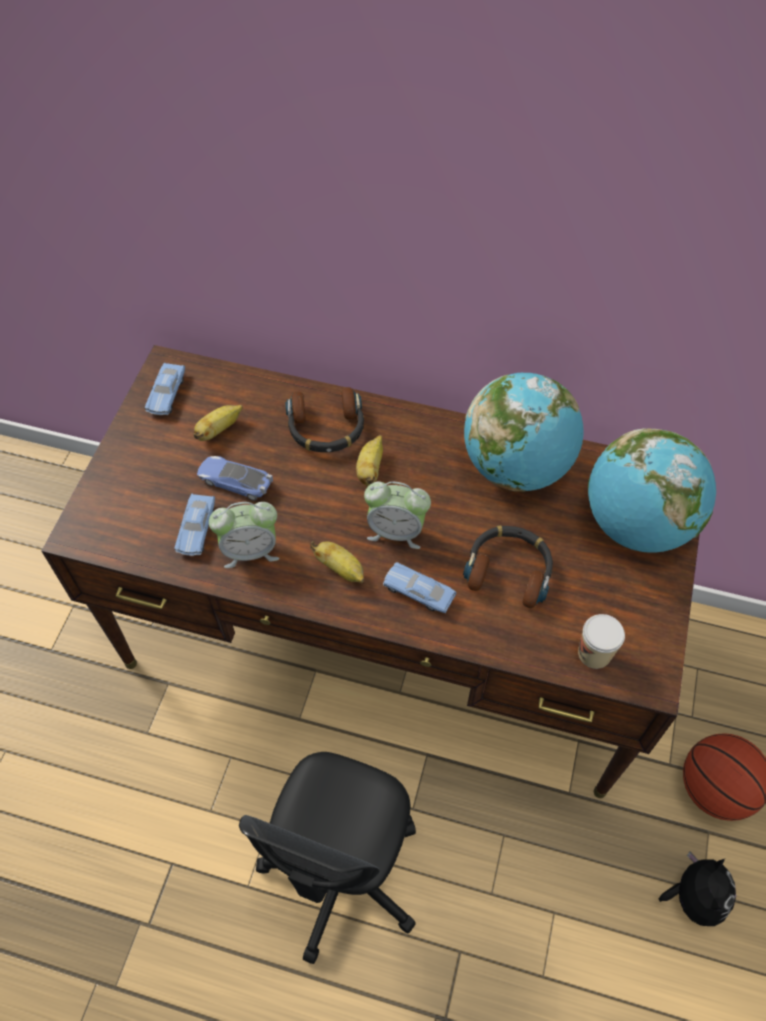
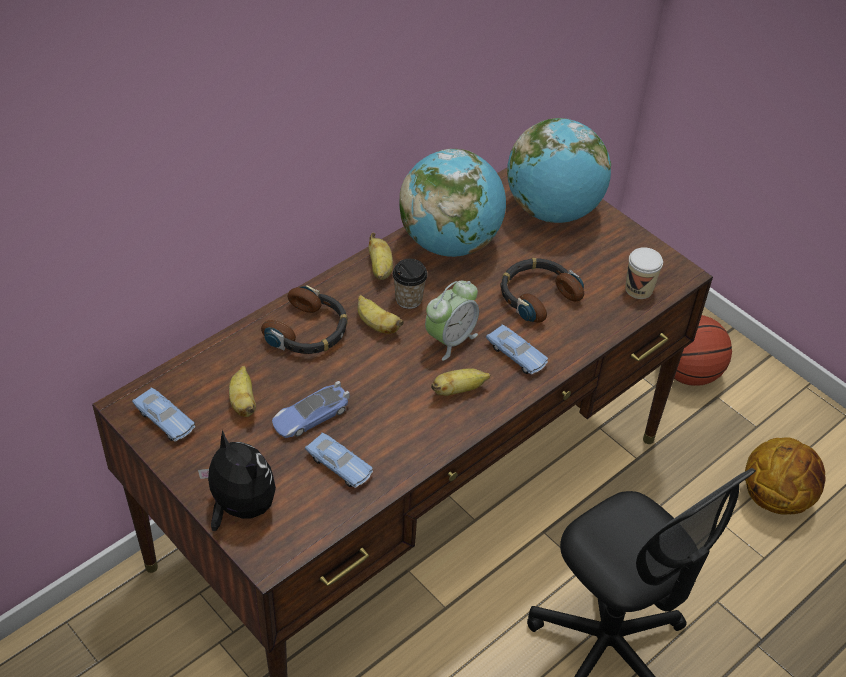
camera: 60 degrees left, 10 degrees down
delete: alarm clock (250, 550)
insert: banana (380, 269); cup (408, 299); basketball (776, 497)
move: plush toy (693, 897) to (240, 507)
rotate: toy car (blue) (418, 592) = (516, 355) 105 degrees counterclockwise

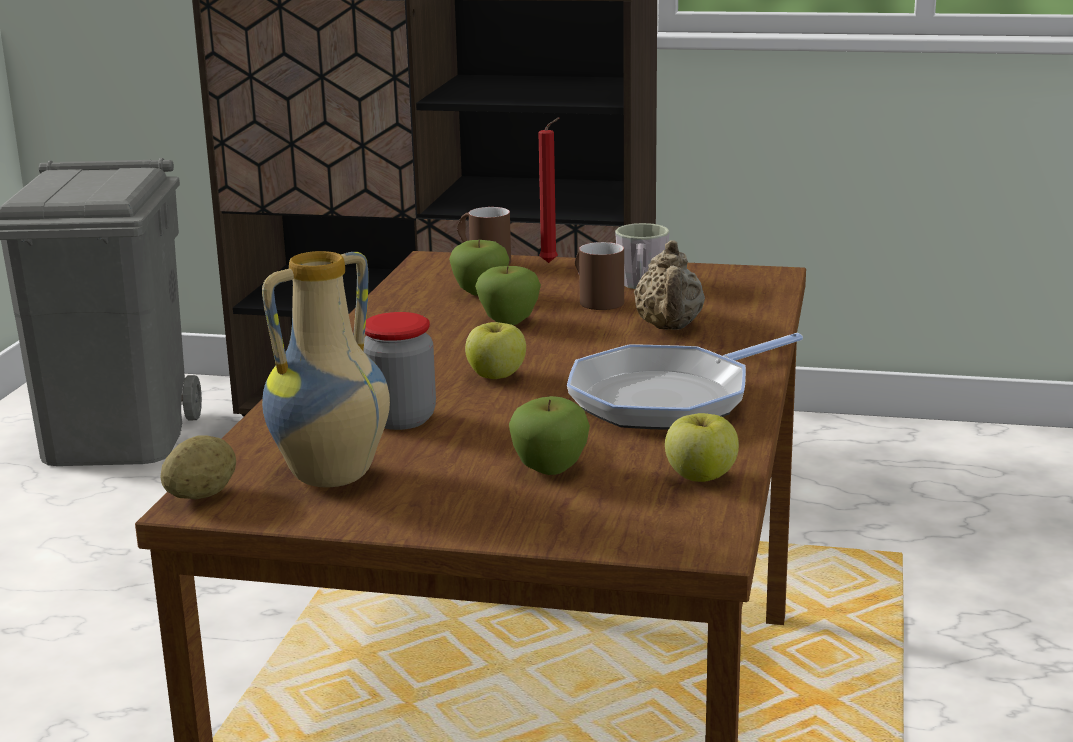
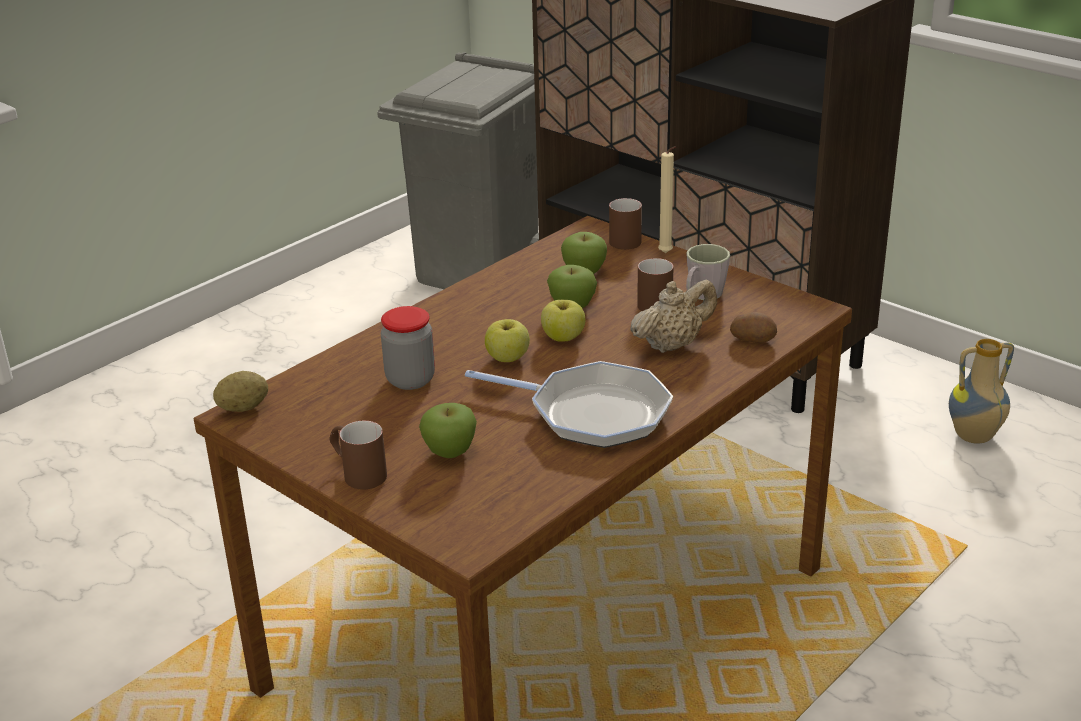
camera: 30 degrees right, 10 degrees up
insert: mug (brown) (358, 473); potato (753, 339)
move: apple (700, 476) to (563, 337); vase (333, 478) to (974, 437)
recolor: candle (red) (551, 263) to candle (beige) (666, 254)
rotate: frying pan (667, 398) = (592, 413) 150 degrees counterclockwise; teapot (beige) (669, 328) = (672, 345) 150 degrees counterclockwise

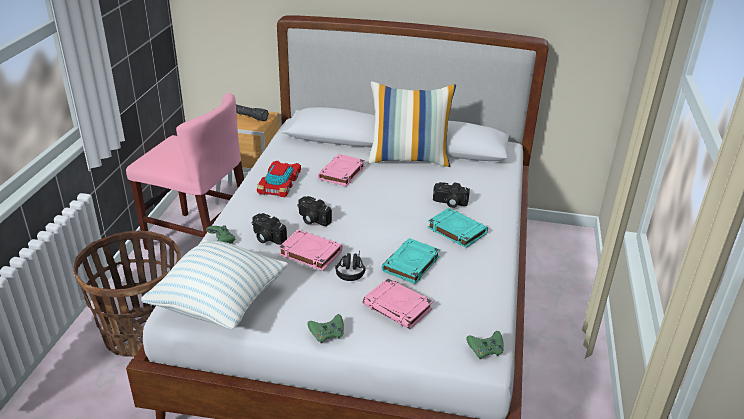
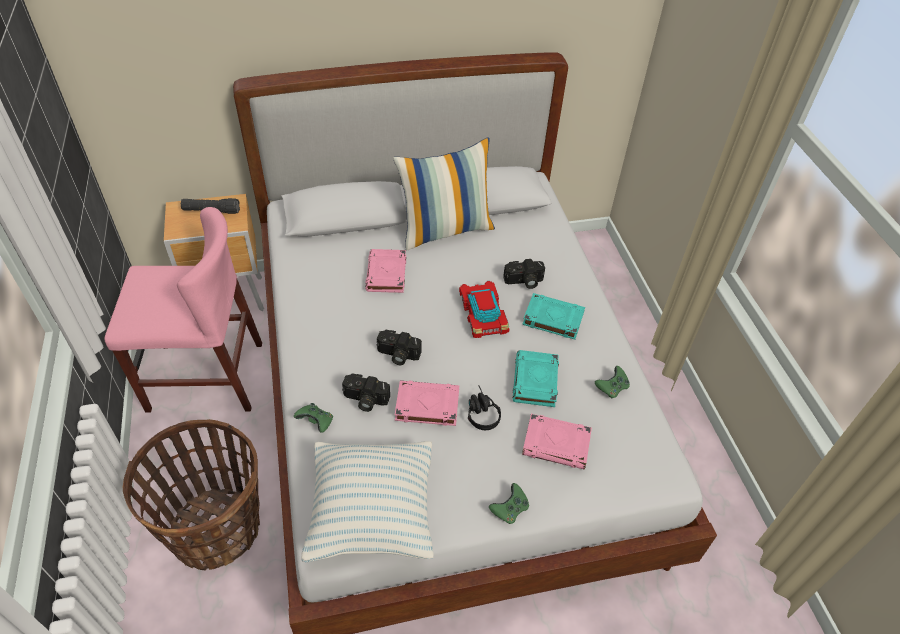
camera: 25 degrees left, 15 degrees up
move: toy car (280, 183) to (483, 313); game controller (green) (485, 351) to (611, 388)

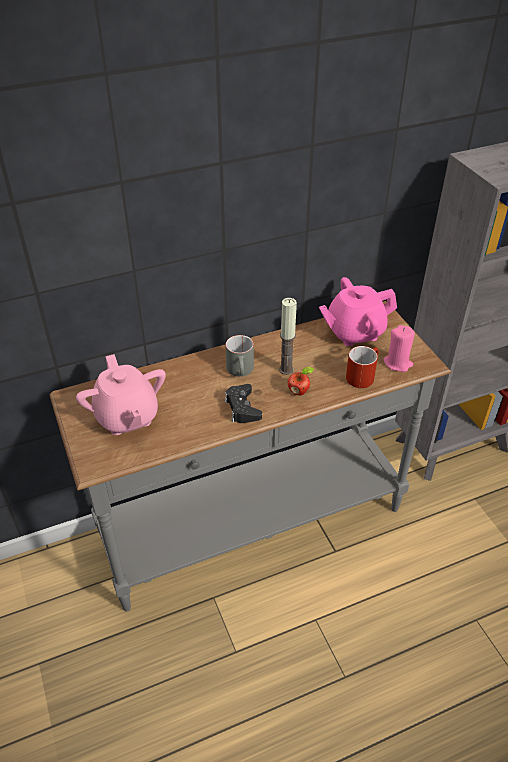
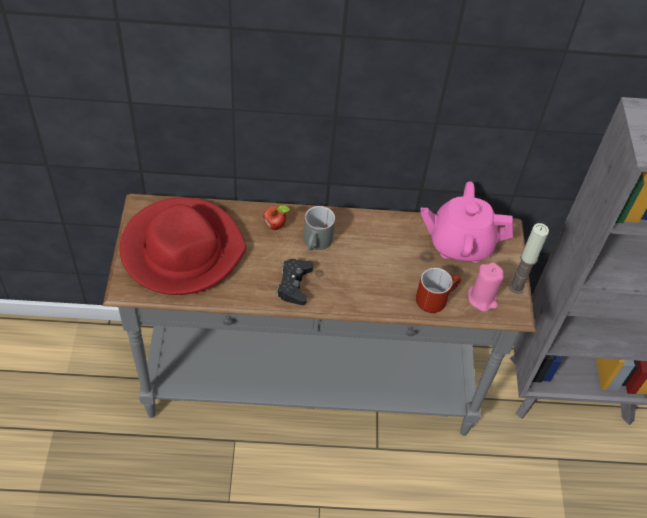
camera: 20 degrees right, 10 degrees up
move: apple (299, 391) to (276, 225); candle (286, 369) to (516, 287)
replace: teapot (pink) (127, 417) to hat (red) (182, 249)

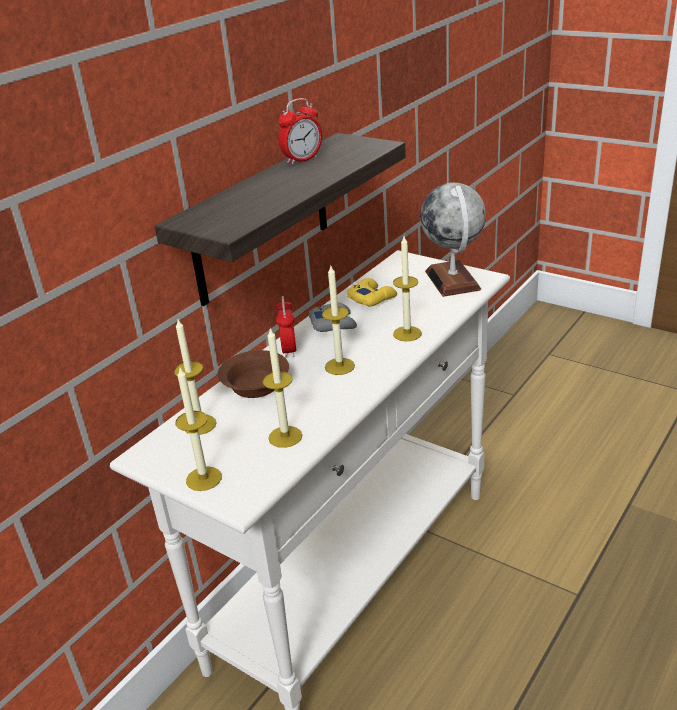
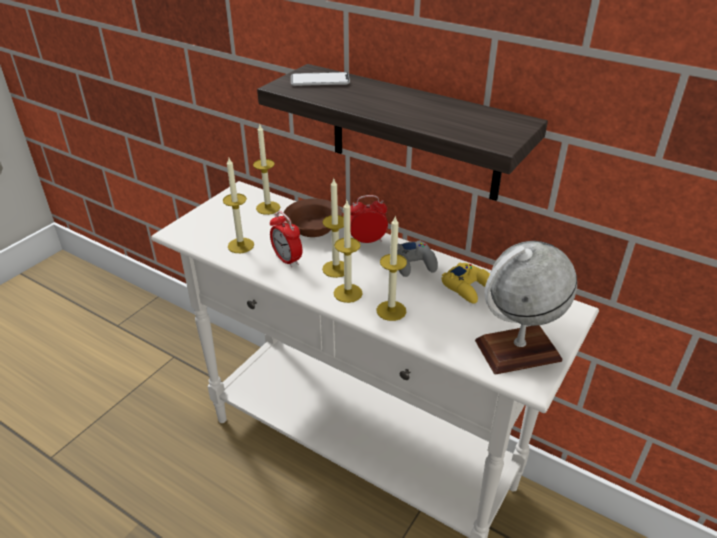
camera: 85 degrees right, 5 degrees up
insert: phone (320, 80)
move: alarm clock (302, 160) to (287, 260); candle (204, 478) to (348, 293)

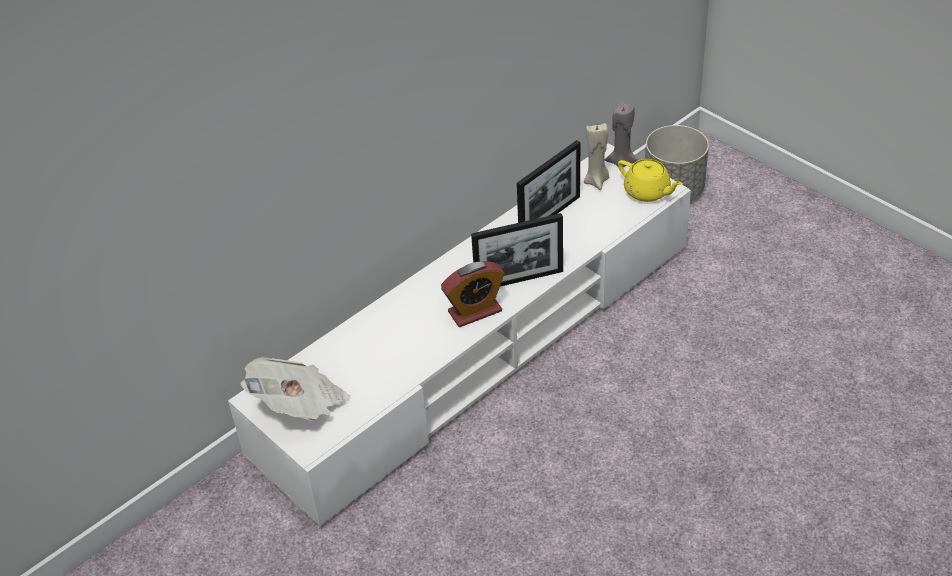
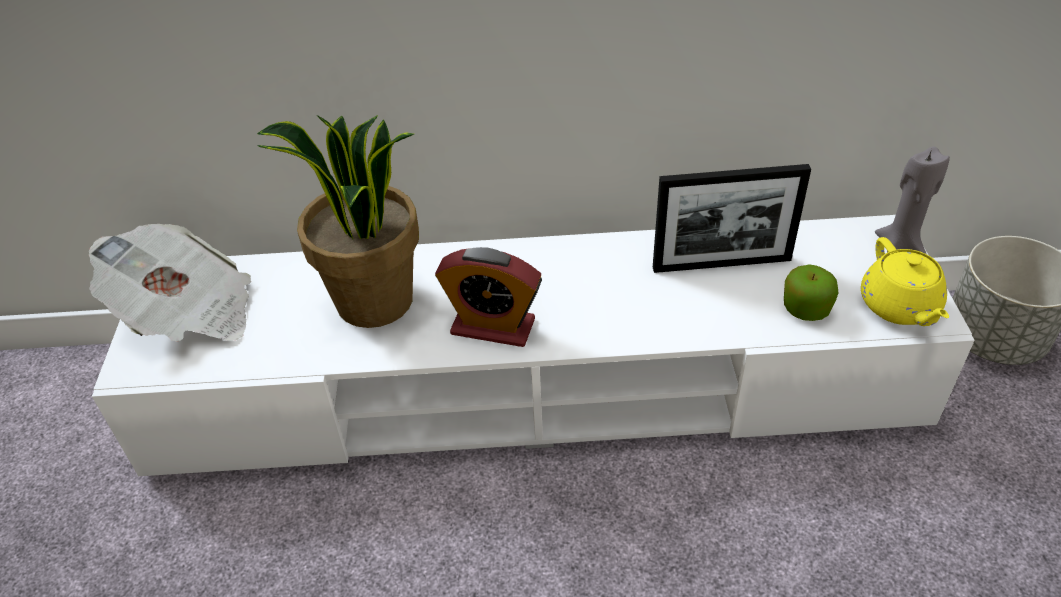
camera: 40 degrees right, 0 degrees up
delete: picture frame (519, 280); candle (beige) (597, 181)
insert: potted plant (374, 302); apple (805, 308)

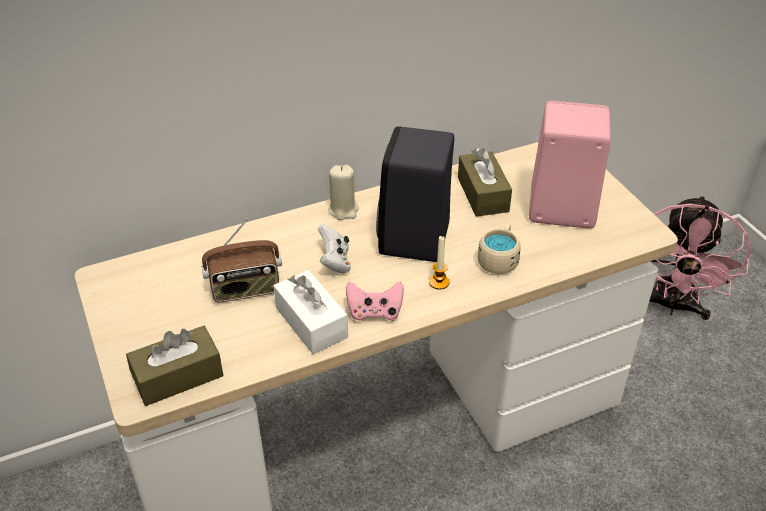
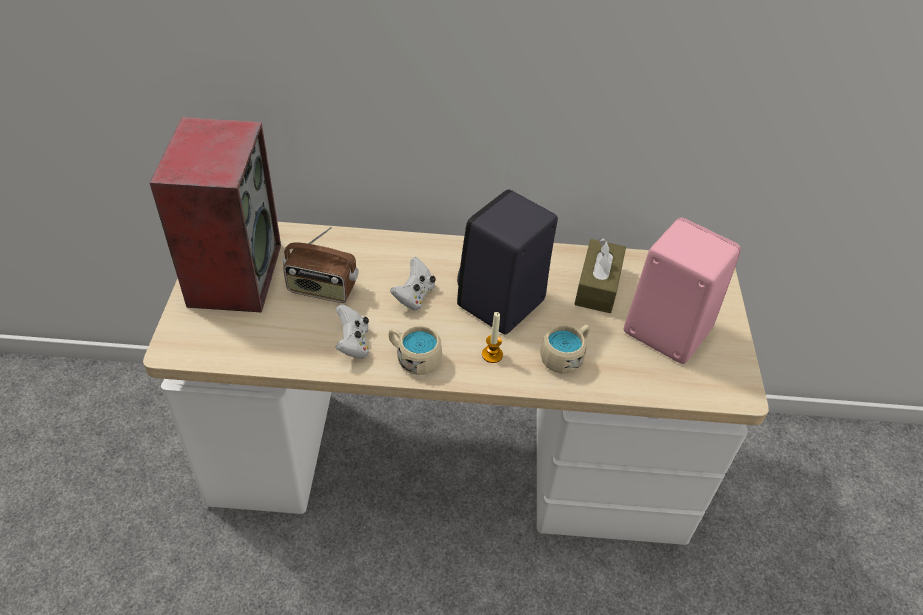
camera: 25 degrees right, 5 degrees up
delete: tissue box (brown) (178, 376); candle (beige) (343, 210); fan (pink) (672, 306)
insert: speaker (234, 273)
replace: tissue box (white) (311, 323) to game controller (white) (353, 343); game controller (pink) (374, 312) to mug (beige) (413, 358)

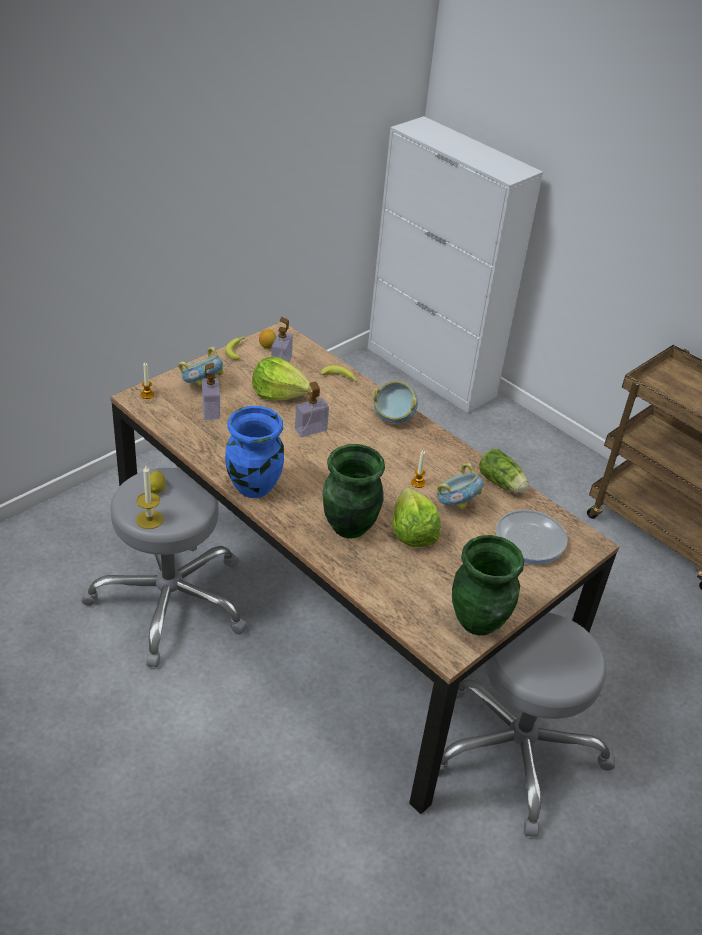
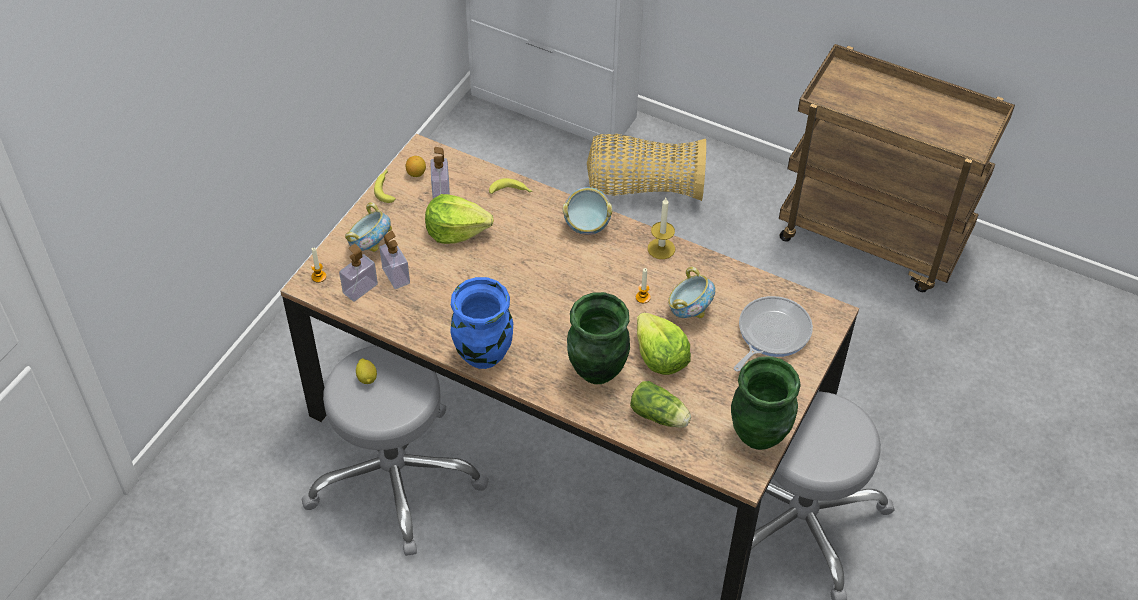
camera: 15 degrees left, 10 degrees up
insert: basket (644, 188)
move: soap dispenser (311, 429) to (360, 289); lettuce (502, 484) to (660, 416); candle (149, 519) to (661, 248)

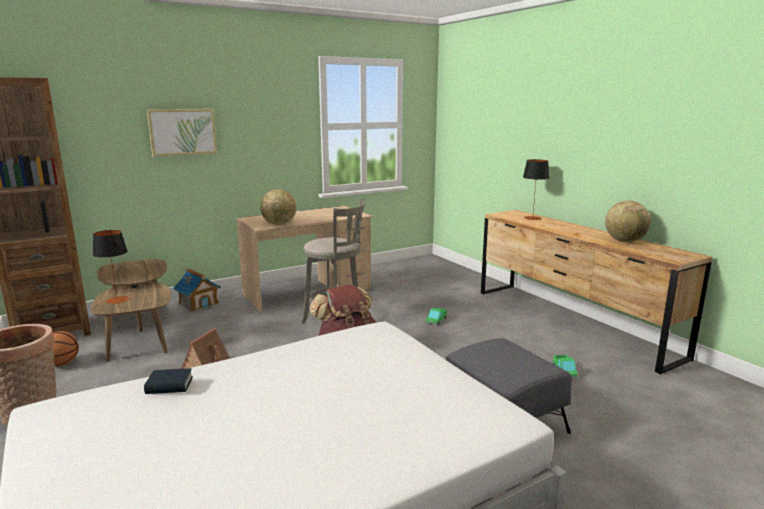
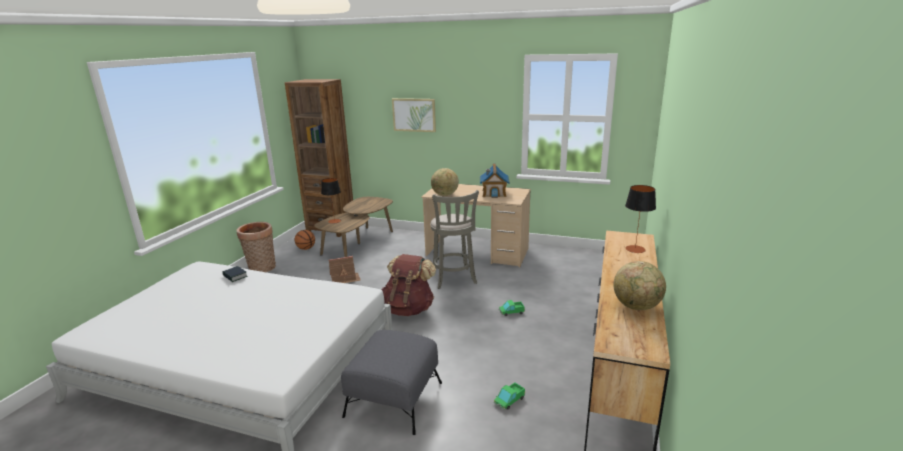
camera: 50 degrees right, 5 degrees up
move: toy house (198, 303) to (494, 193)

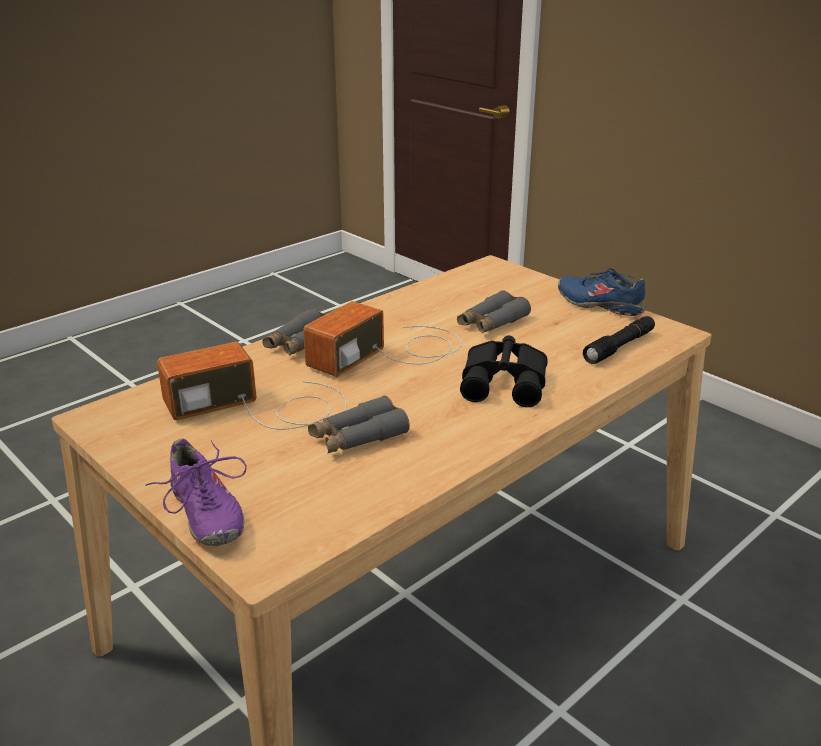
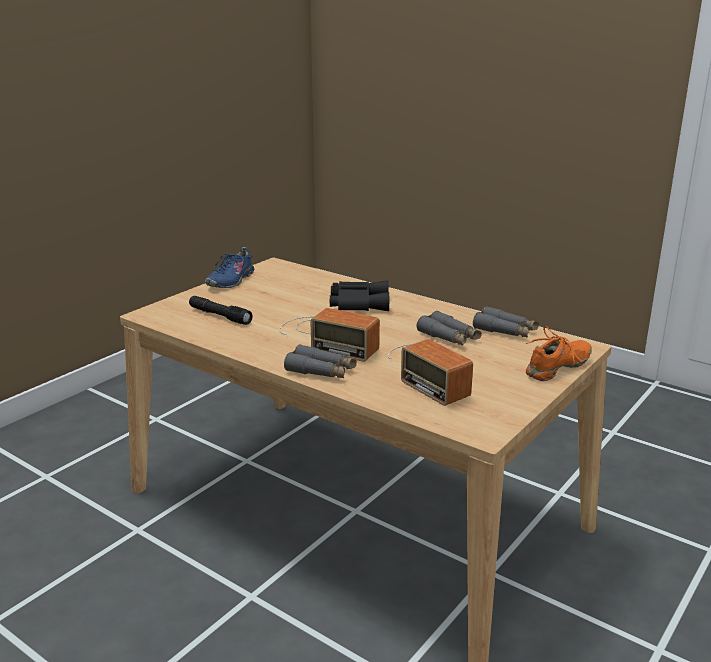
camera: 100 degrees left, 5 degrees down
move: flashlight (black) (619, 347) to (219, 316); binoculars (grey) (492, 322) to (505, 331)
recolor: shoe (purple) (204, 514) to shoe (orange) (558, 368)

